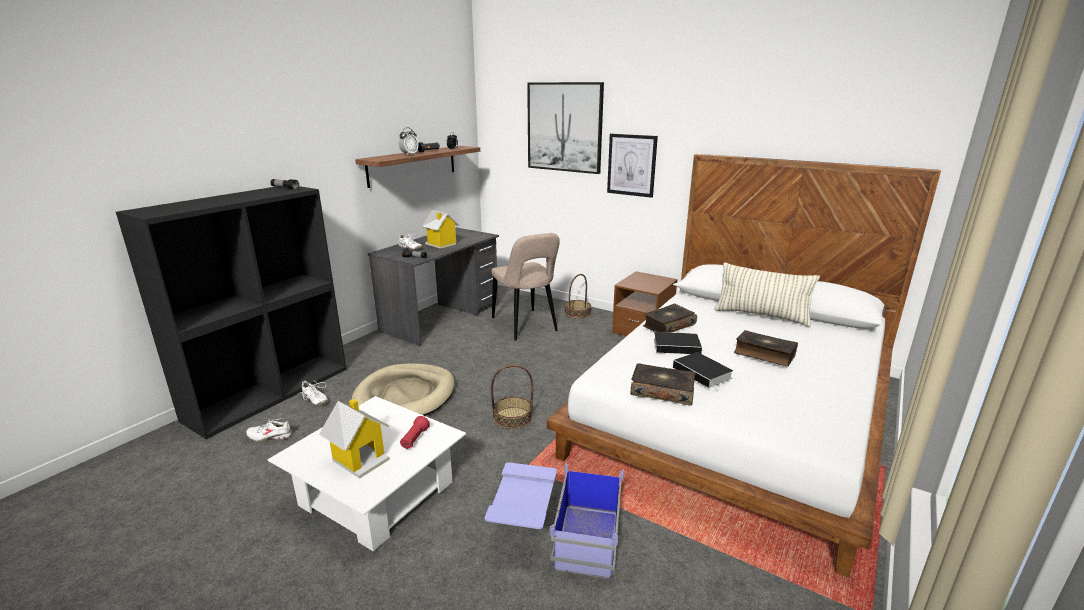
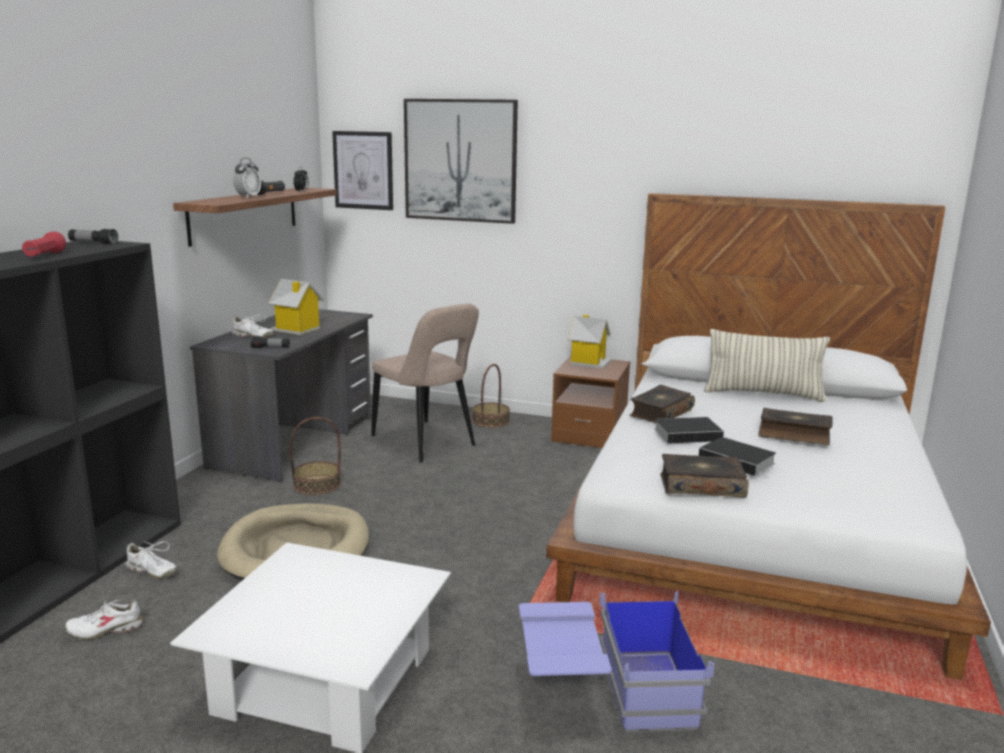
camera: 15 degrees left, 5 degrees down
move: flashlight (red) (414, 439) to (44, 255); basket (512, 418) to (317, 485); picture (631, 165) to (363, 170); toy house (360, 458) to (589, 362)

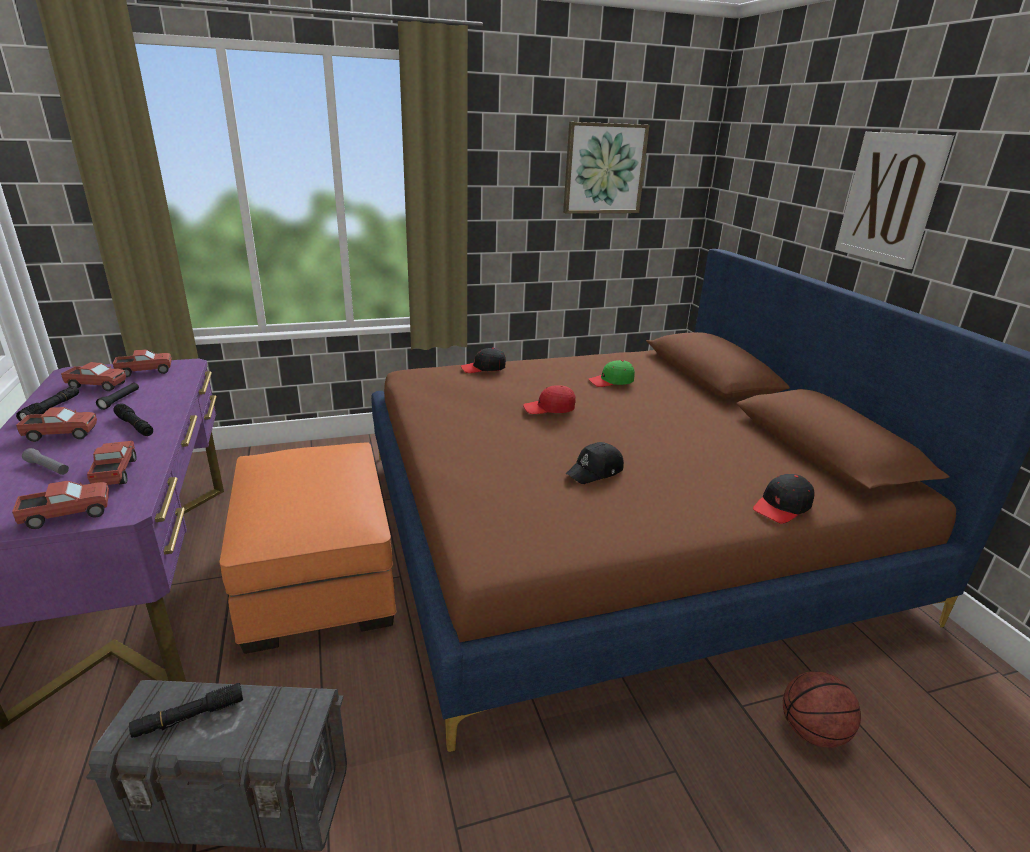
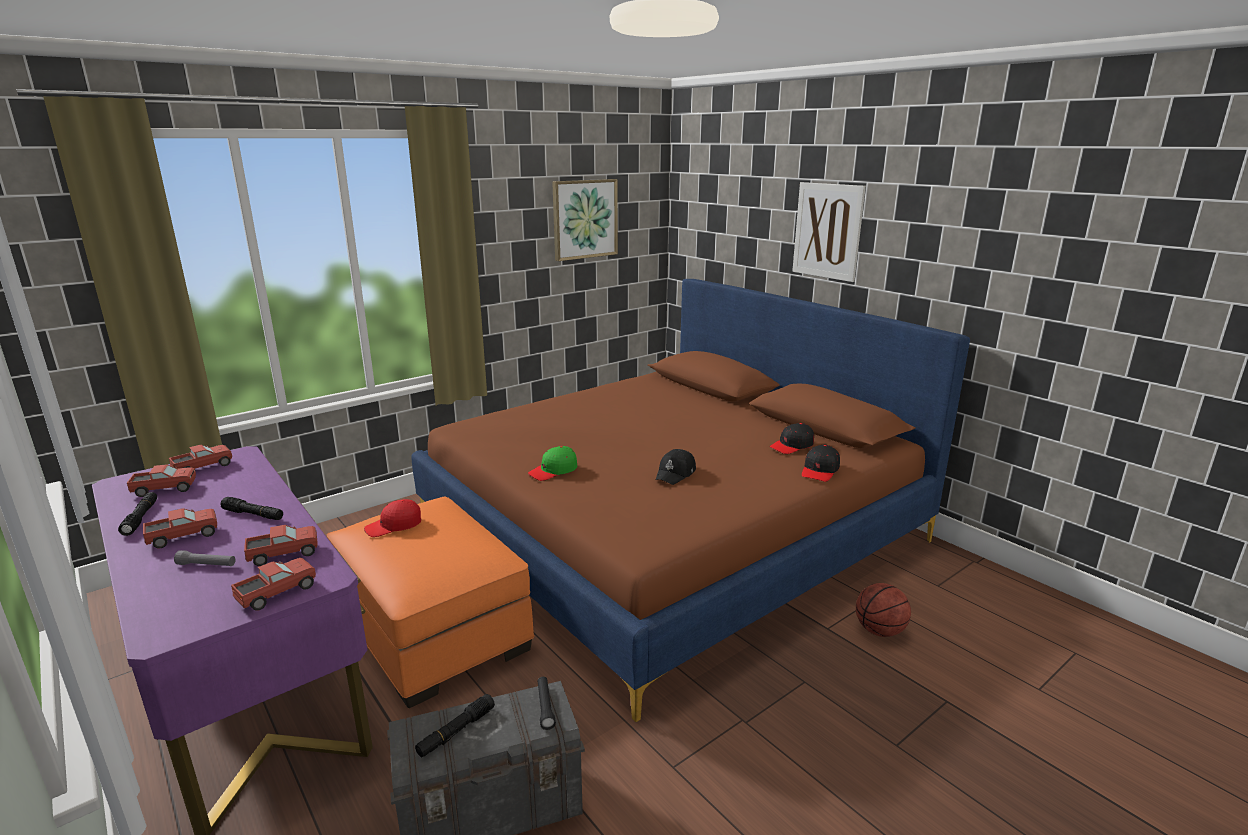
camera: 20 degrees left, 5 degrees down
move: cap (red) (549, 408) to (394, 525); cap (green) (611, 381) to (553, 471); flashlight (black) (120, 400) to (545, 707); cap (black) (484, 368) to (792, 446)
rotate: toy truck (116, 474) = (284, 555) 105 degrees clockwise

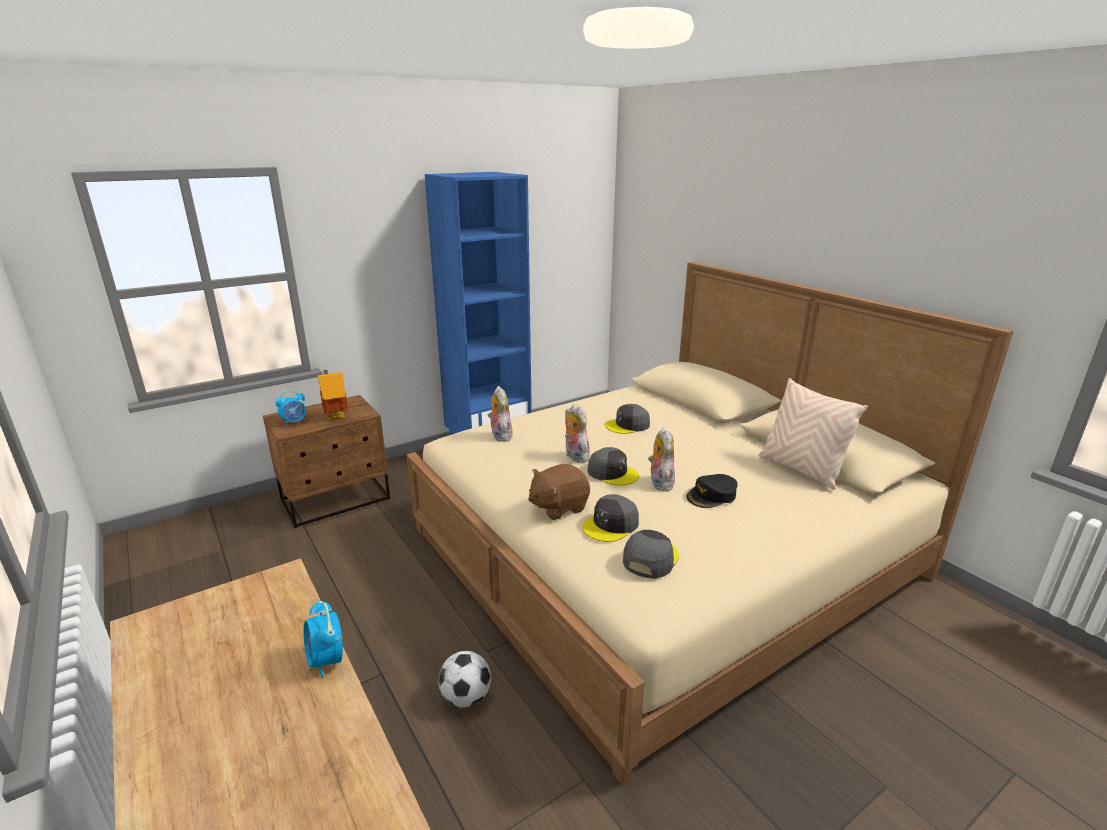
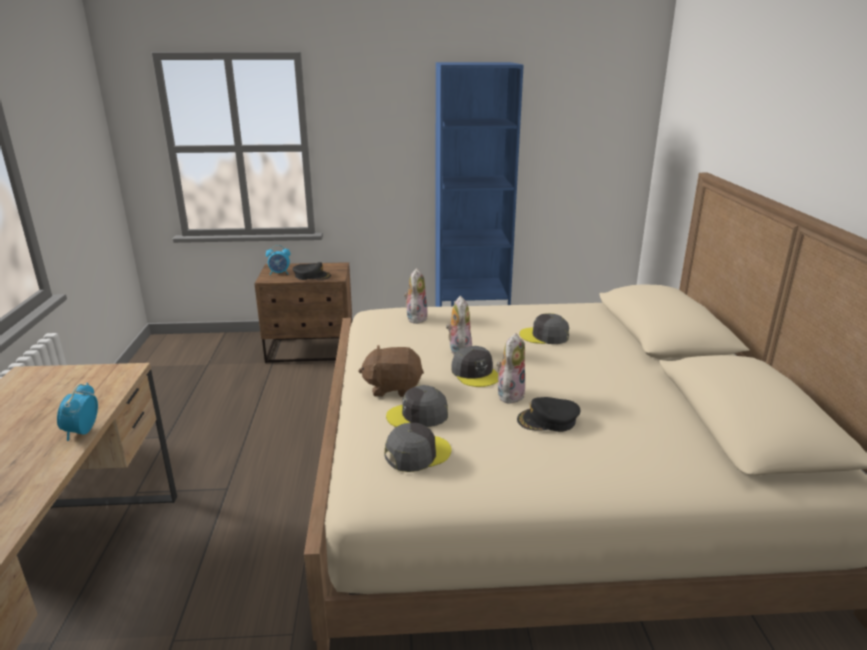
camera: 30 degrees right, 0 degrees up
delete: football (466, 697); pillow (beige) (801, 469)
replace: toy house (336, 417) to cap (black) (312, 276)

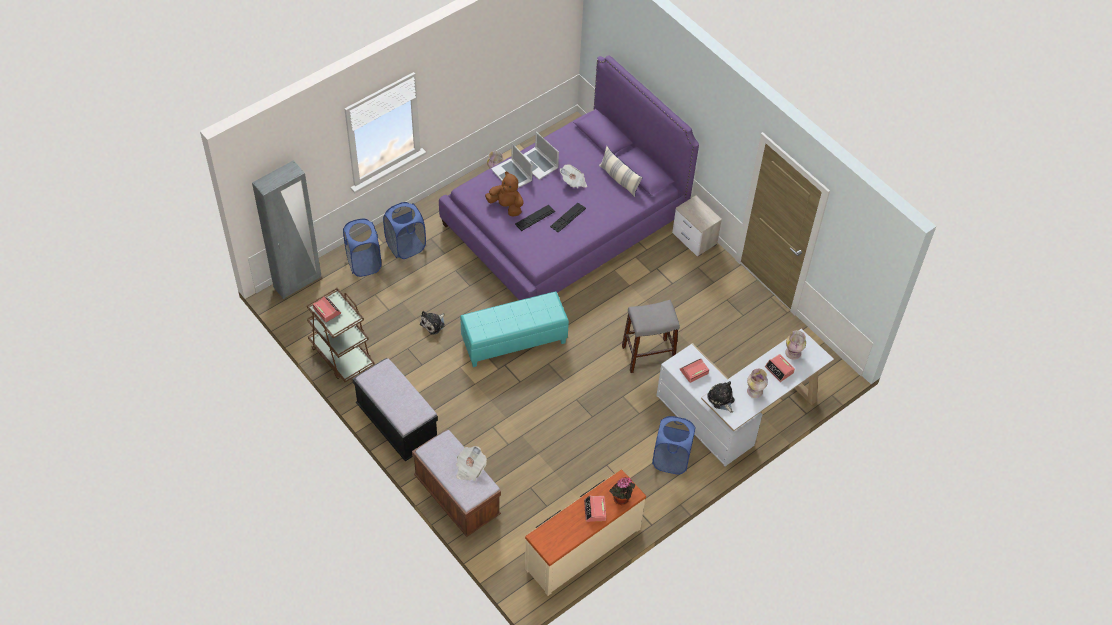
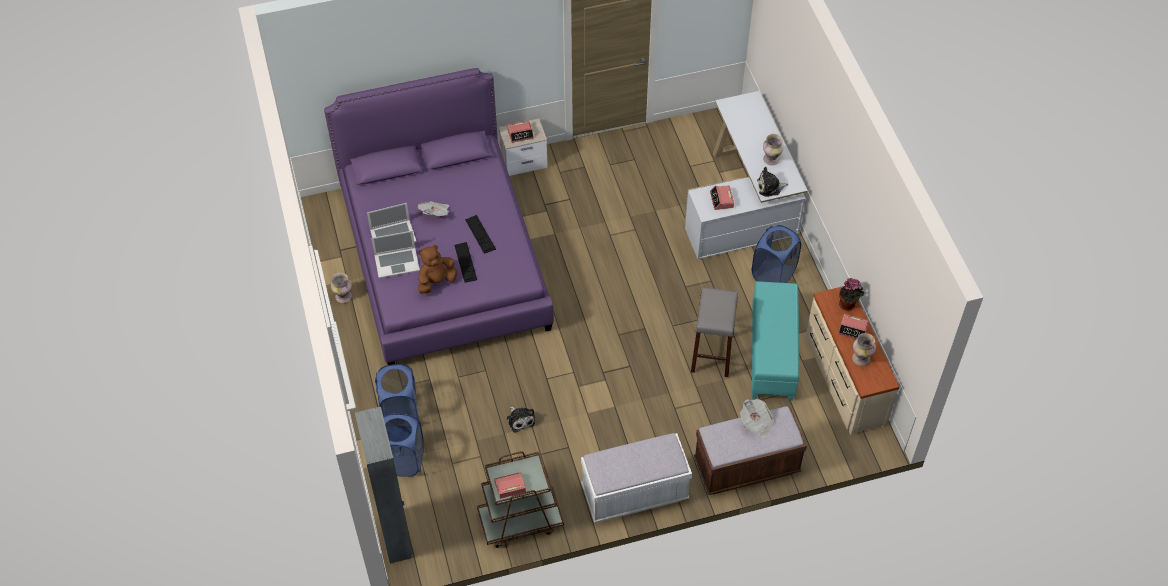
camera: 65 degrees left, 0 degrees up
delete: pillow (619, 179)
move: alarm clock (779, 370) to (520, 134); stool (grey) (648, 355) to (712, 353); ottoman (turquoise) (514, 341) to (772, 354); vase (793, 353) to (861, 358)
recolor: bench (black) (397, 424) to bench (white) (634, 494)

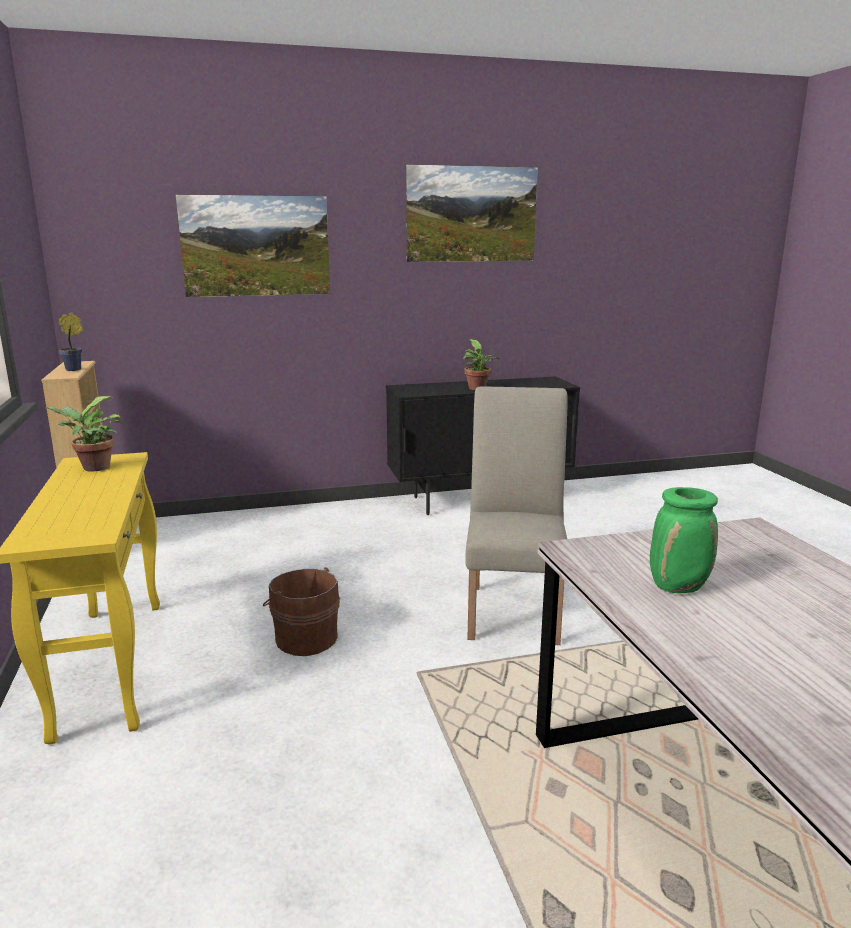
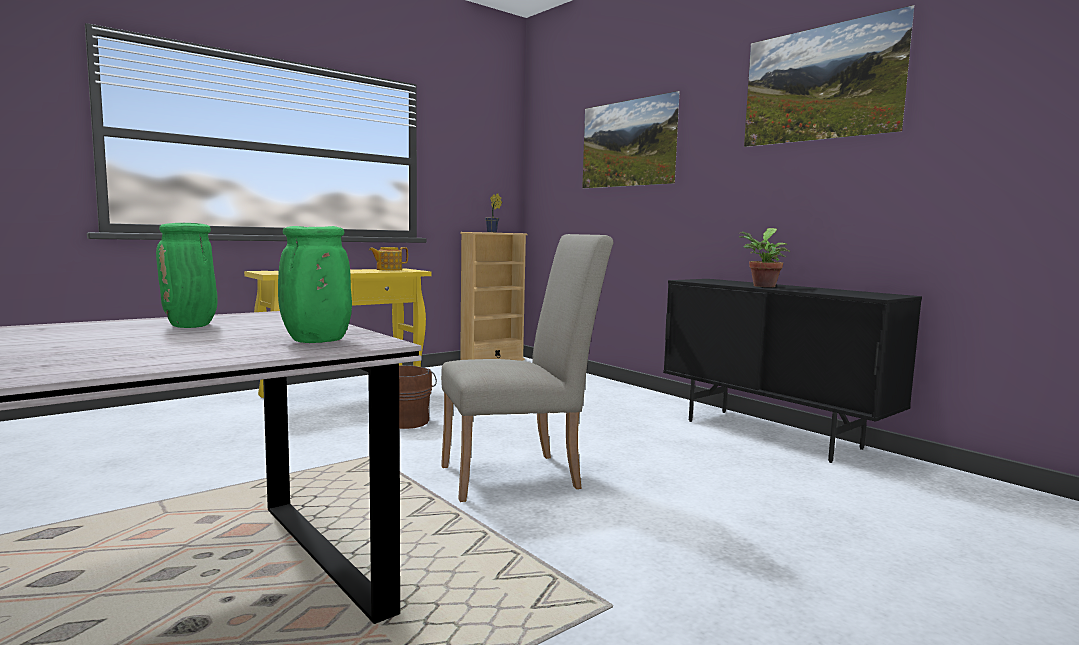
camera: 65 degrees right, 10 degrees down
insert: vase (green) (316, 341)
replace: potted plant (92, 468) to teapot (388, 269)

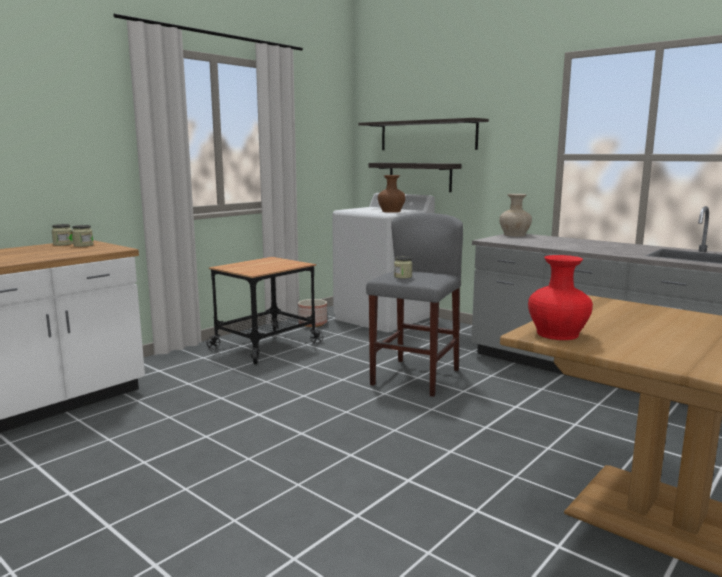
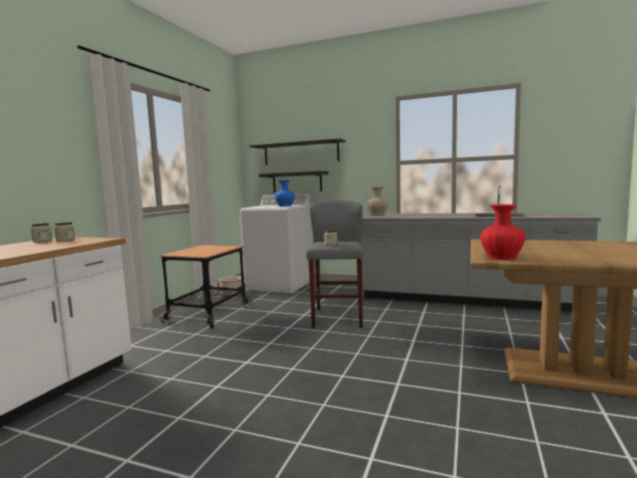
camera: 20 degrees left, 5 degrees down
recolor: vase (brown) (391, 211) to vase (blue) (285, 206)

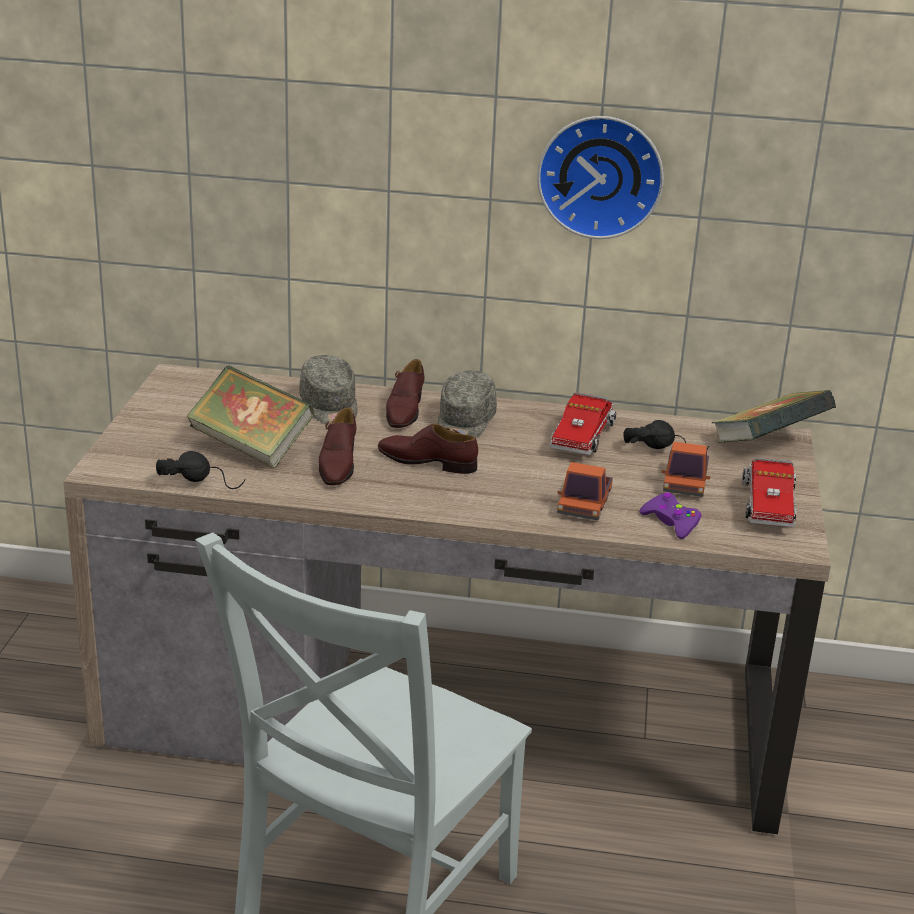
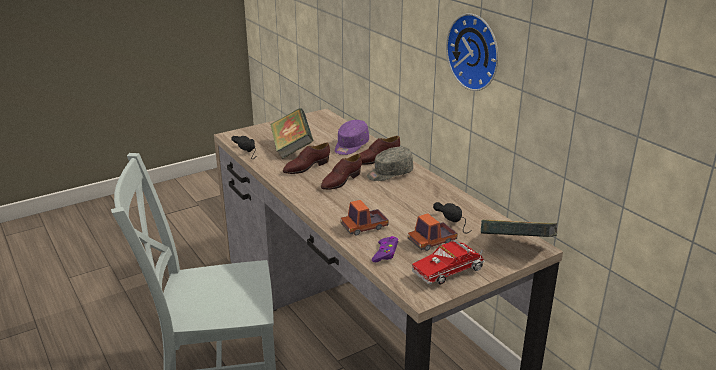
camera: 50 degrees right, 0 degrees up
delete: toy truck (582, 437)
recolor: cap (grey) (330, 407) to cap (purple) (350, 146)
rotate: shoe (brown) (427, 461) = (341, 181) 120 degrees counterclockwise

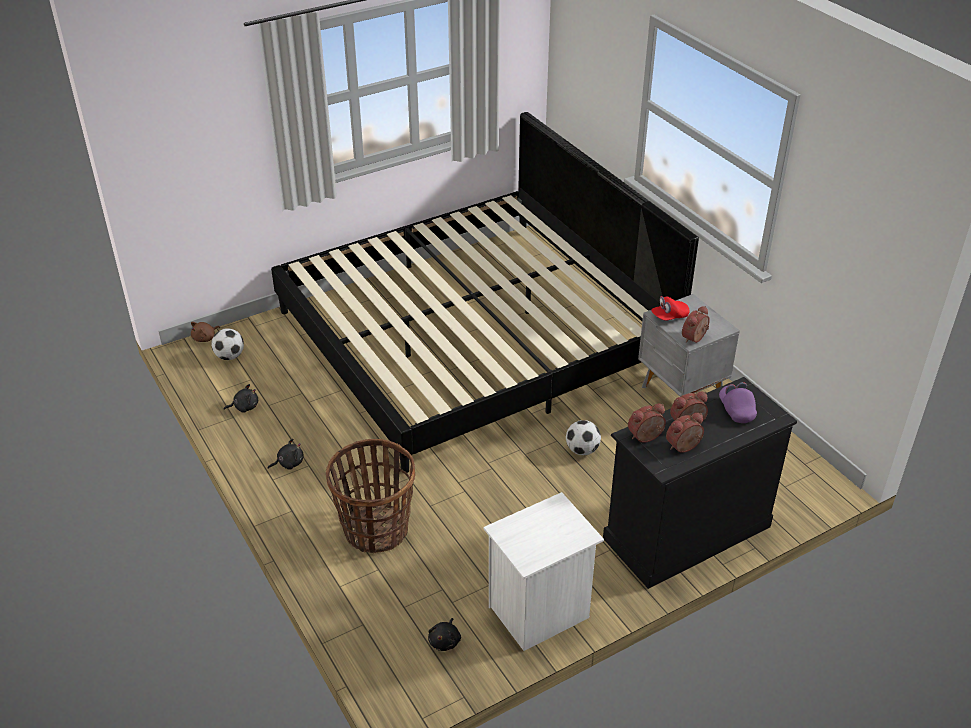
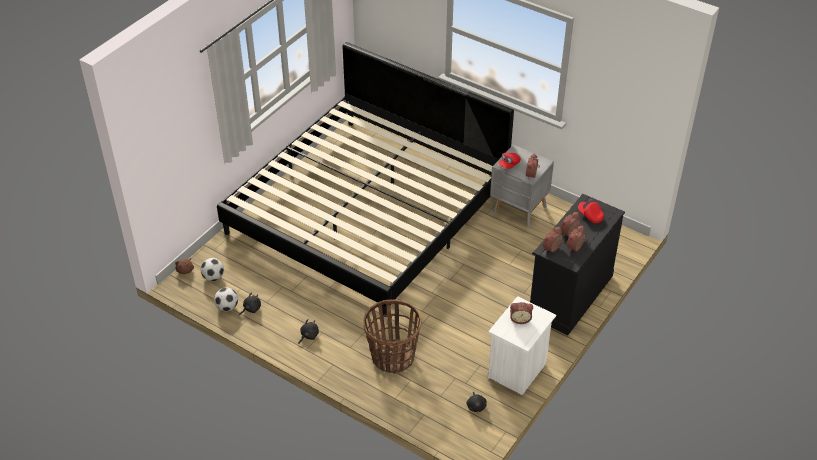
camera: 25 degrees left, 5 degrees up
insert: alarm clock (520, 319)
move: football (582, 450) to (227, 307)
recolor: cap (purple) (736, 410) to cap (red) (590, 215)

